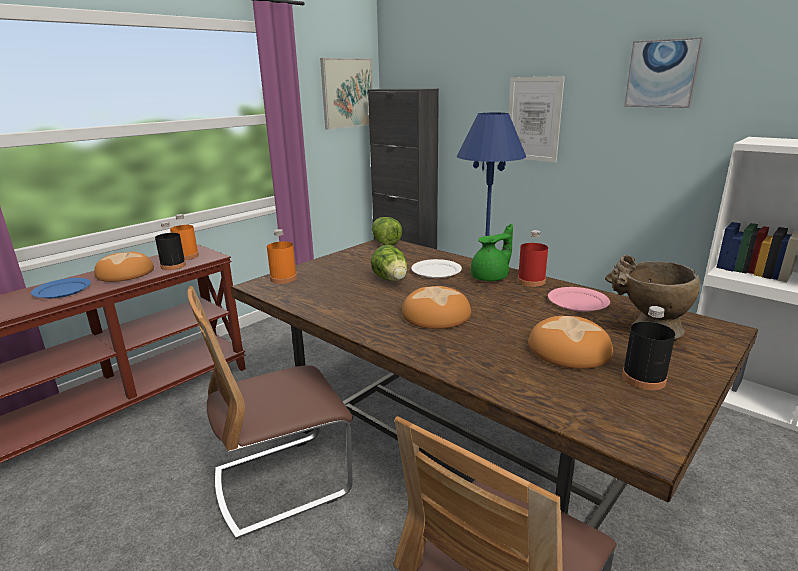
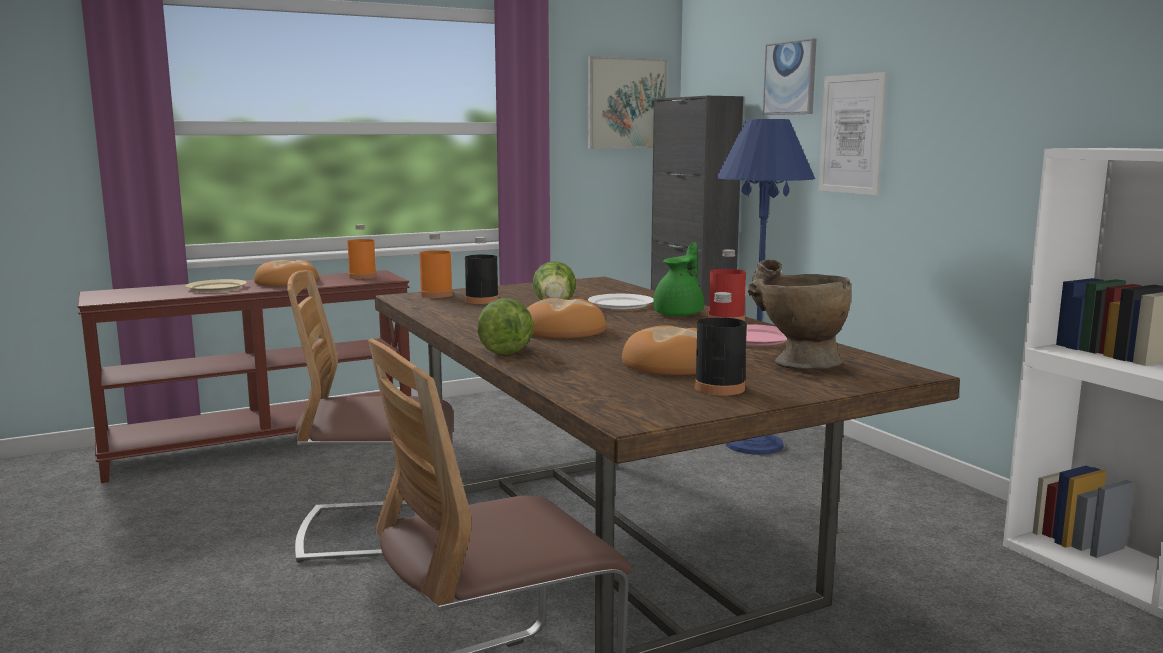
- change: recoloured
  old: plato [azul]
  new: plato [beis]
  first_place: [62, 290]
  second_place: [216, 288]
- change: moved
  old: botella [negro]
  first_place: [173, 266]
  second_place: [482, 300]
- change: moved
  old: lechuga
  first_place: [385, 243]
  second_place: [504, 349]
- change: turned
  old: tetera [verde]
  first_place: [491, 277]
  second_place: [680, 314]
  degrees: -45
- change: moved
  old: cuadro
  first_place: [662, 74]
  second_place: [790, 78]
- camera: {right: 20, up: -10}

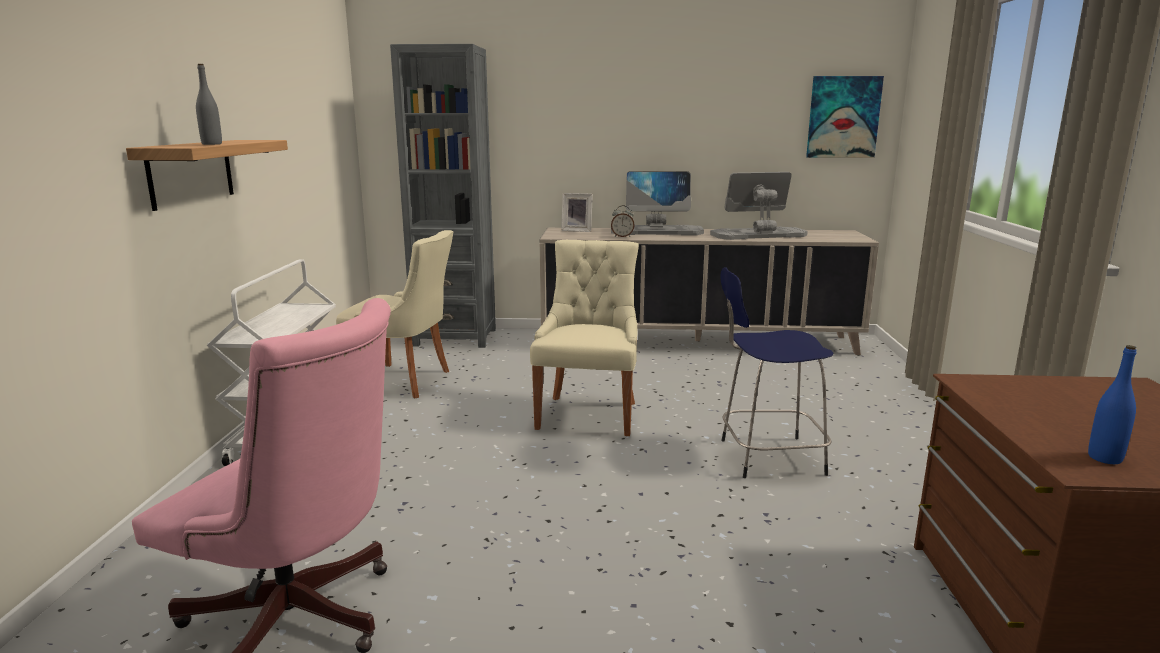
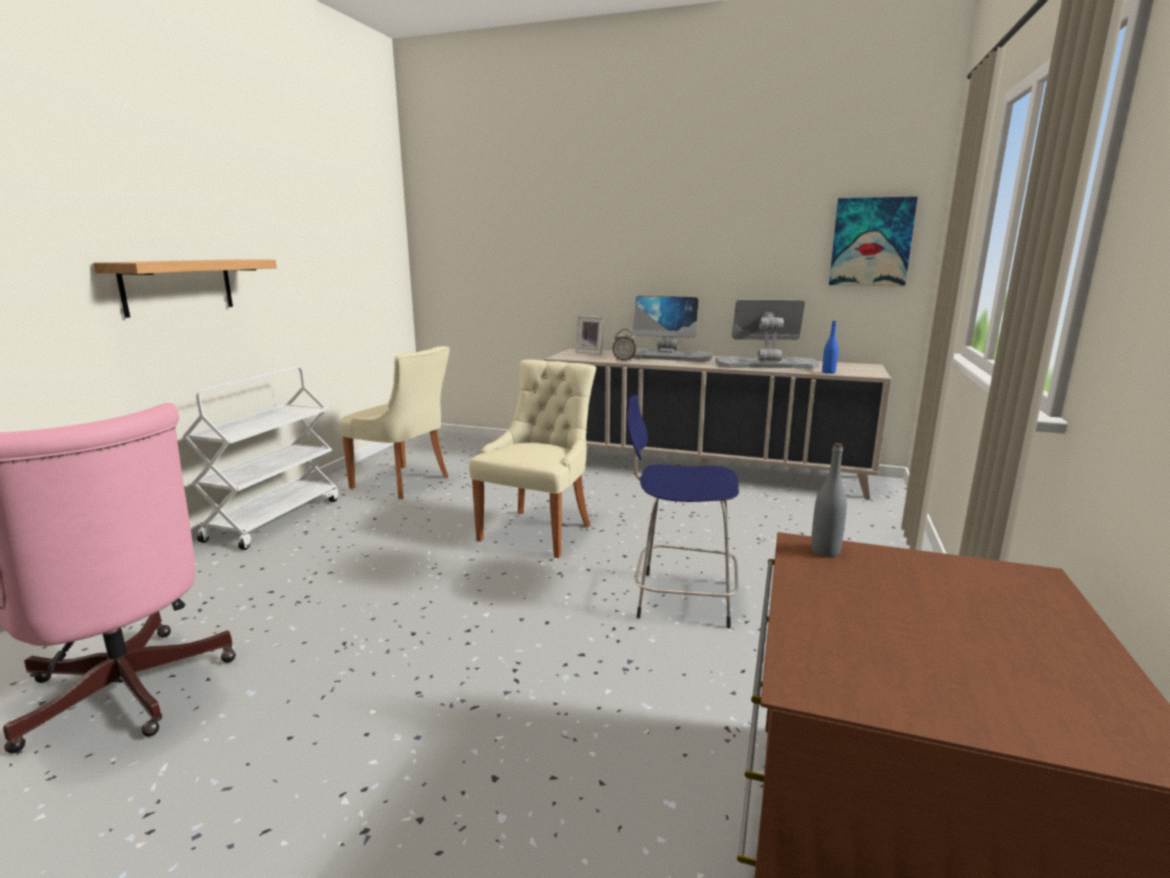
- change: moved
  old: botella [gris]
  first_place: [212, 144]
  second_place: [825, 551]
- change: removed
  old: estantería [gris]
  first_place: [455, 337]
- change: moved
  old: botella [azul]
  first_place: [1104, 458]
  second_place: [828, 372]
- camera: {right: 15, up: 0}

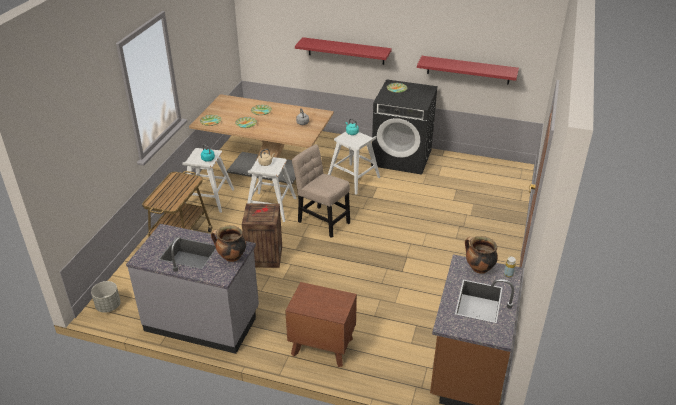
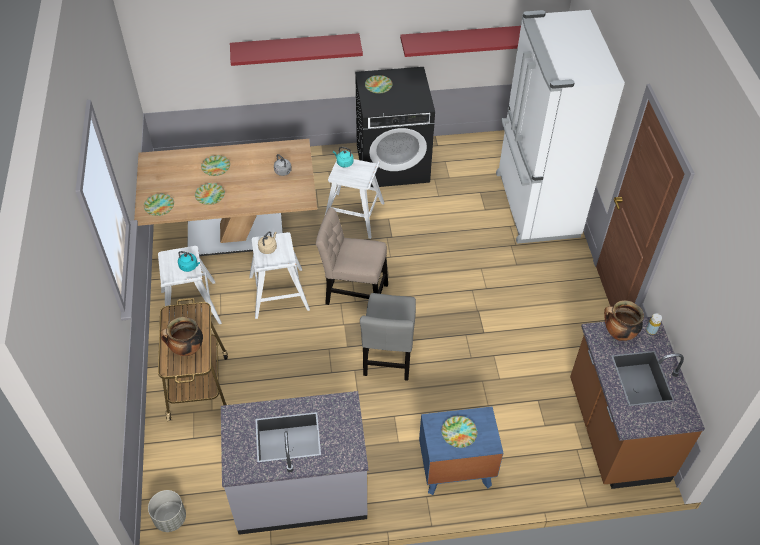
- change: moved
  old: olla
  first_place: [231, 257]
  second_place: [187, 349]
- change: removed
  old: caja de embalaje
  first_place: [264, 256]
- change: recoloured
  old: mesita de noche [marrón]
  new: mesita de noche [azul]
  first_place: [321, 346]
  second_place: [455, 469]
- change: added
  new: silla [gris]
  second_place: [388, 357]
- change: added
  new: plato
  second_place: [458, 433]
- change: added
  new: nevera [blanco]
  second_place: [535, 205]
- camera: {right: -25, up: 15}

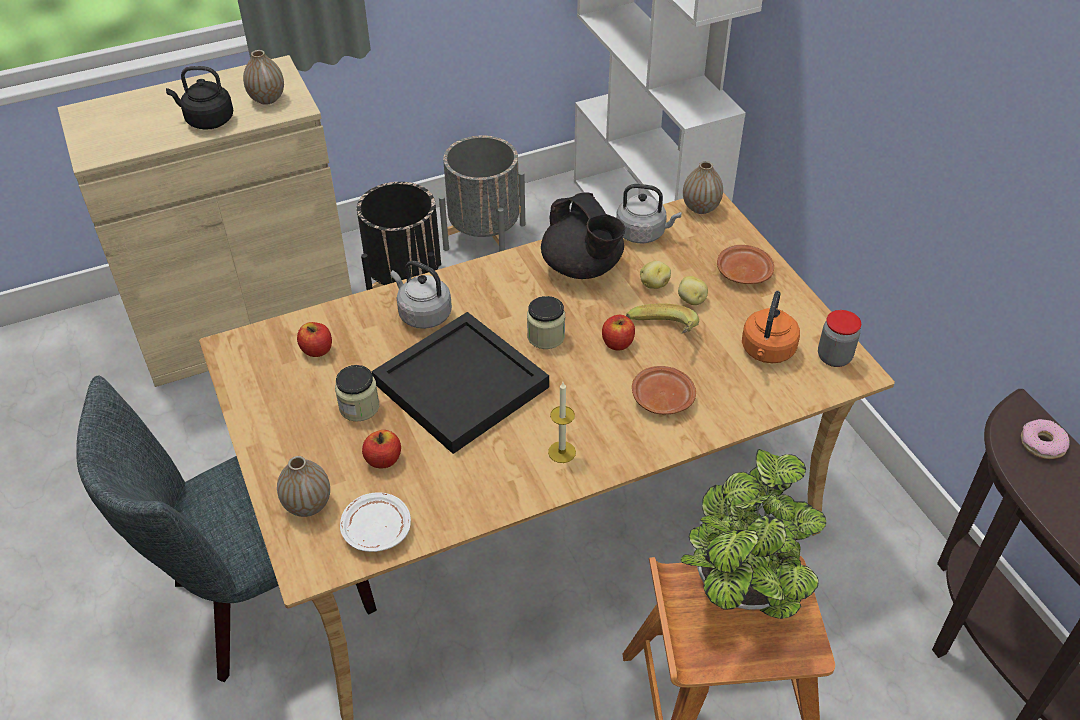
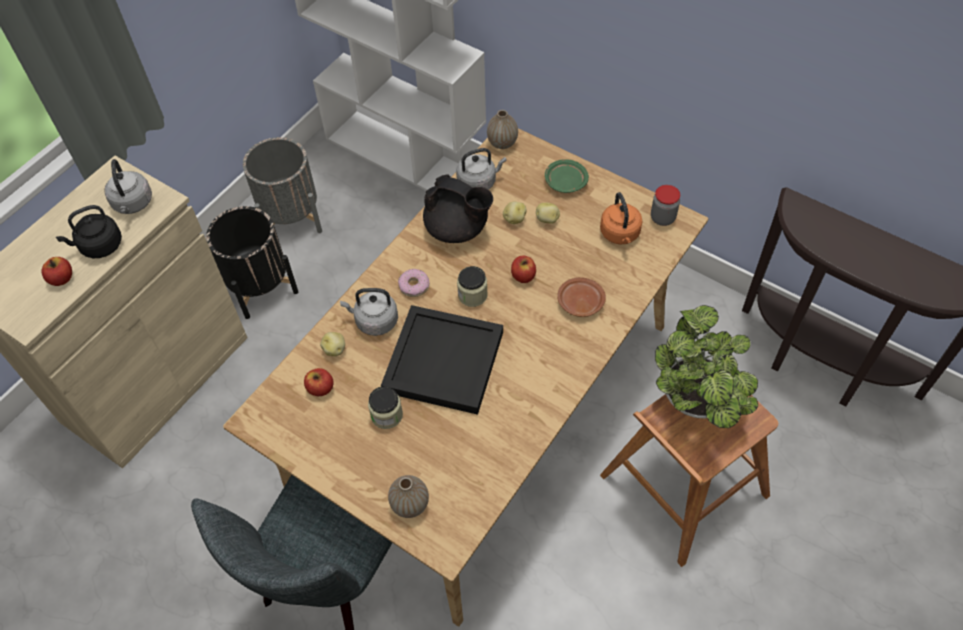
- change: replaced
  old: florero
  new: hervidor [gris]
  first_place: [267, 99]
  second_place: [133, 204]
- change: removed
  old: plato [blanco]
  first_place: [376, 529]
- change: moved
  old: manzana
  first_place: [383, 460]
  second_place: [62, 278]
- change: removed
  old: vela
  first_place: [562, 452]
- change: removed
  old: plátano
  first_place: [662, 334]
- change: recoloured
  old: plato [marrón]
  new: plato [verde]
  first_place: [743, 272]
  second_place: [565, 181]
- change: moved
  old: rosquilla
  first_place: [1042, 444]
  second_place: [414, 286]
- change: added
  new: patata
  second_place: [335, 349]
- camera: {right: -30, up: 10}

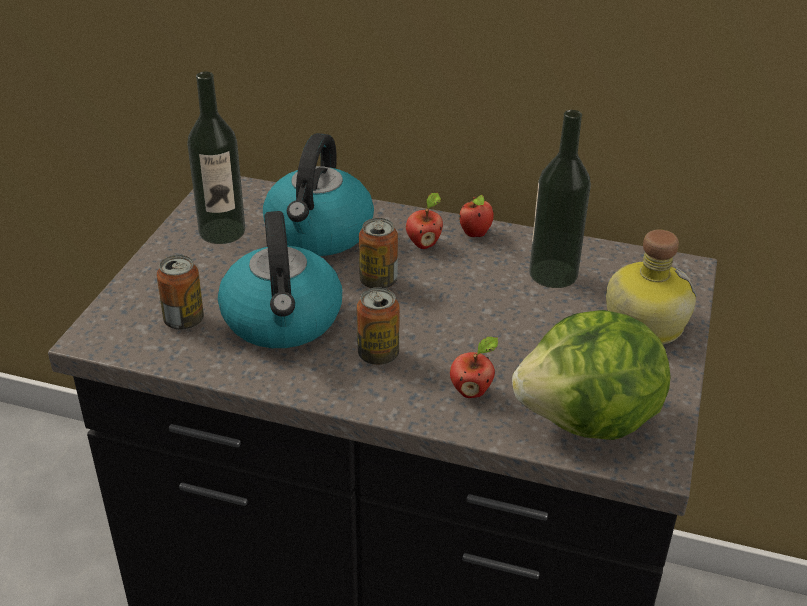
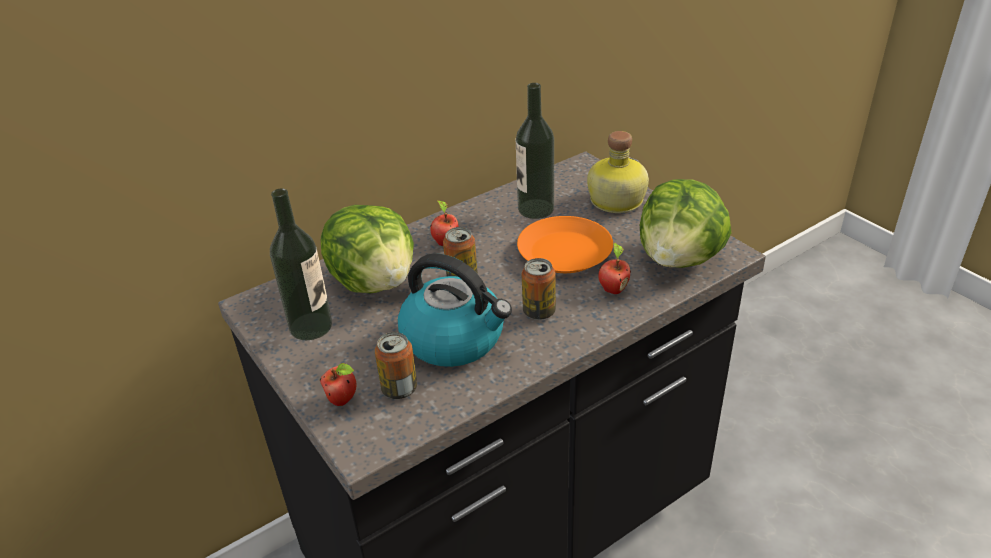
- change: replaced
  old: hervidor
  new: lechuga
  first_place: [319, 233]
  second_place: [375, 281]
- change: moved
  old: manzana
  first_place: [476, 234]
  second_place: [343, 400]
- change: added
  new: plato [naranja]
  second_place: [563, 252]
- camera: {right: -50, up: 0}

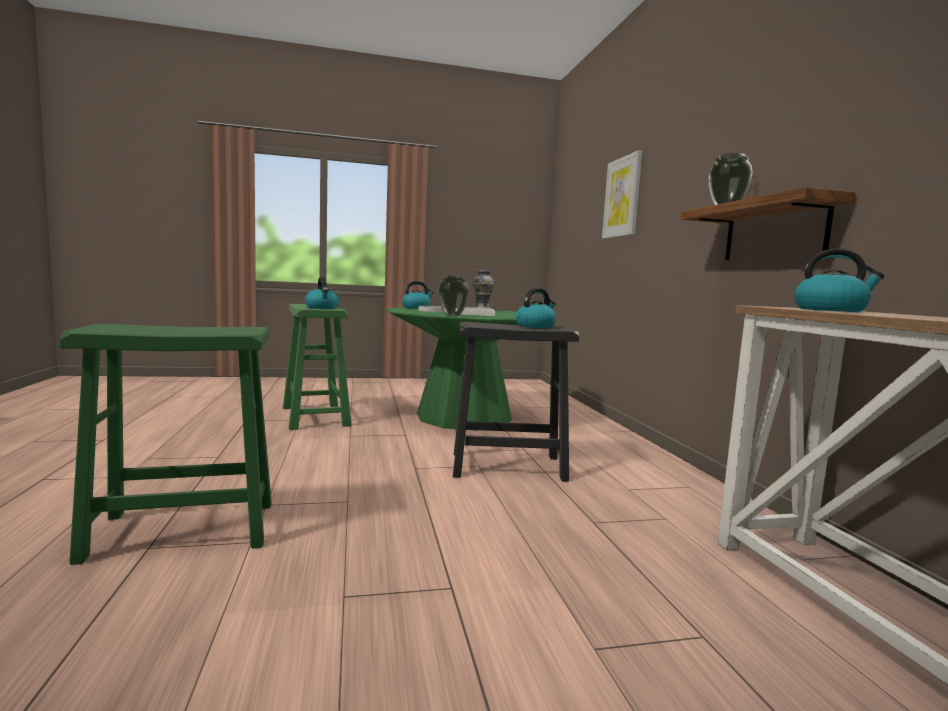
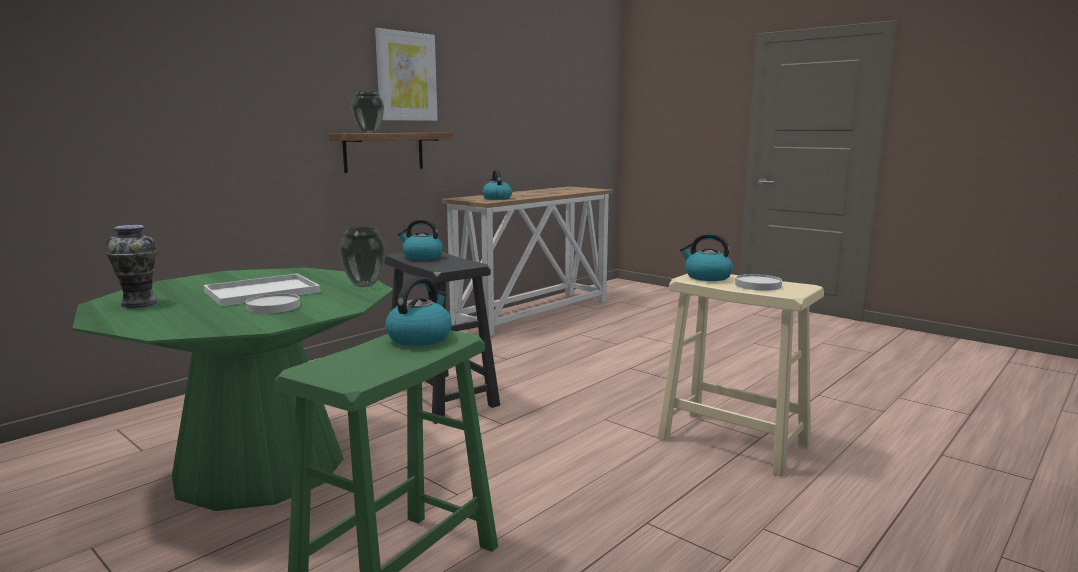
- change: recoloured
  old: taburete [verde]
  new: taburete [beis]
  first_place: [185, 530]
  second_place: [732, 441]
- change: moved
  old: hervidor
  first_place: [416, 308]
  second_place: [707, 277]
- change: moved
  old: cuadro
  first_place: [622, 197]
  second_place: [406, 76]
- change: added
  new: plato [blanco]
  second_place: [758, 285]
- camera: {right: -125, up: 5}

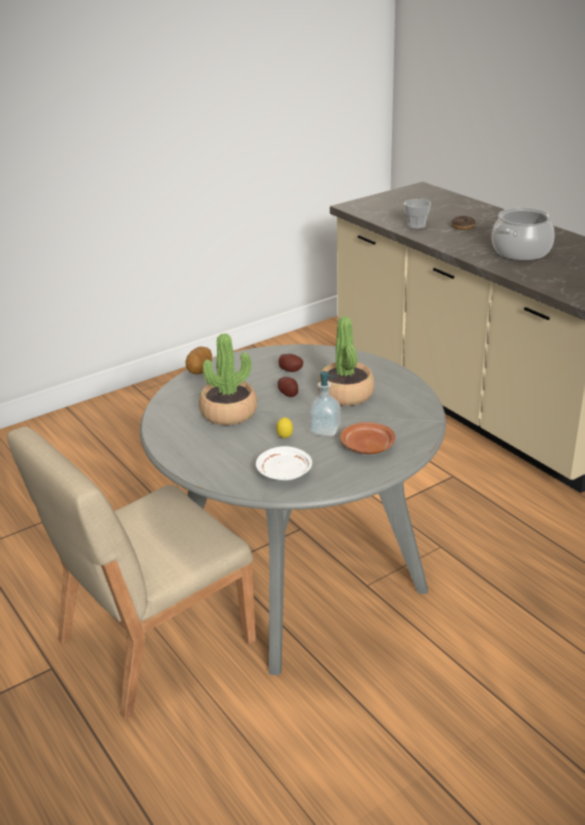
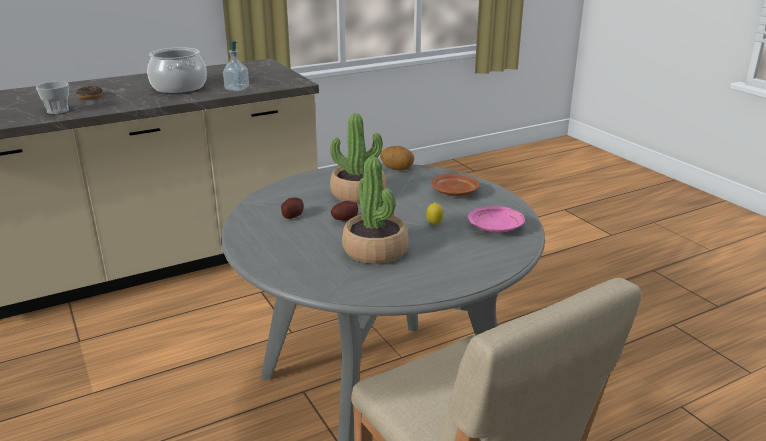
- change: moved
  old: patata
  first_place: [200, 371]
  second_place: [397, 169]
- change: recoloured
  old: plato [blanco]
  new: plato [rosa]
  first_place: [284, 472]
  second_place: [496, 228]
- change: moved
  old: dispensador de jabón
  first_place: [325, 430]
  second_place: [237, 89]
- camera: {right: -85, up: -5}

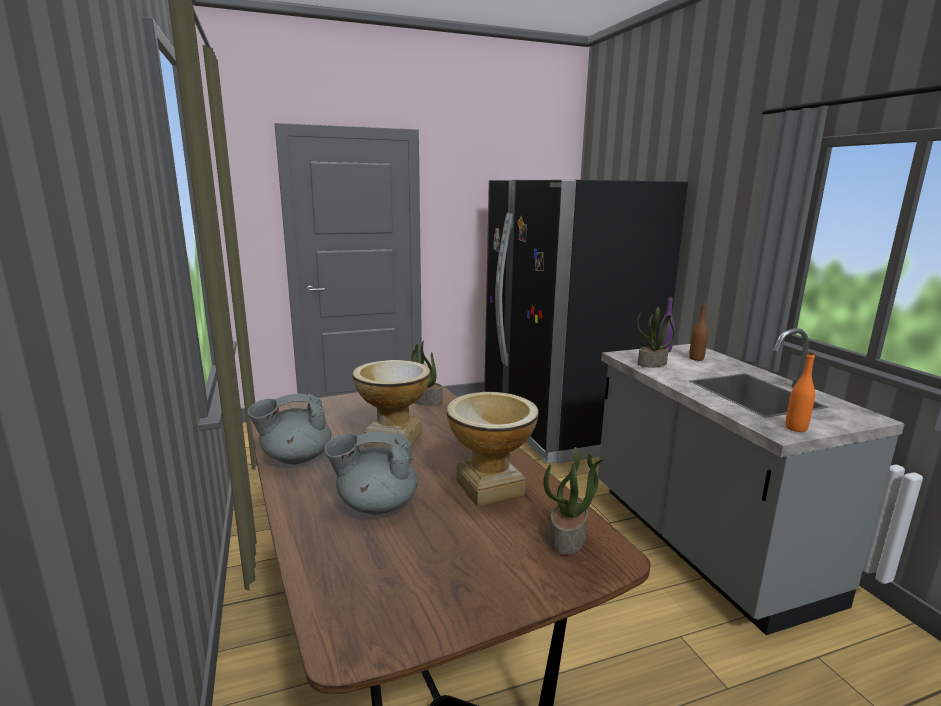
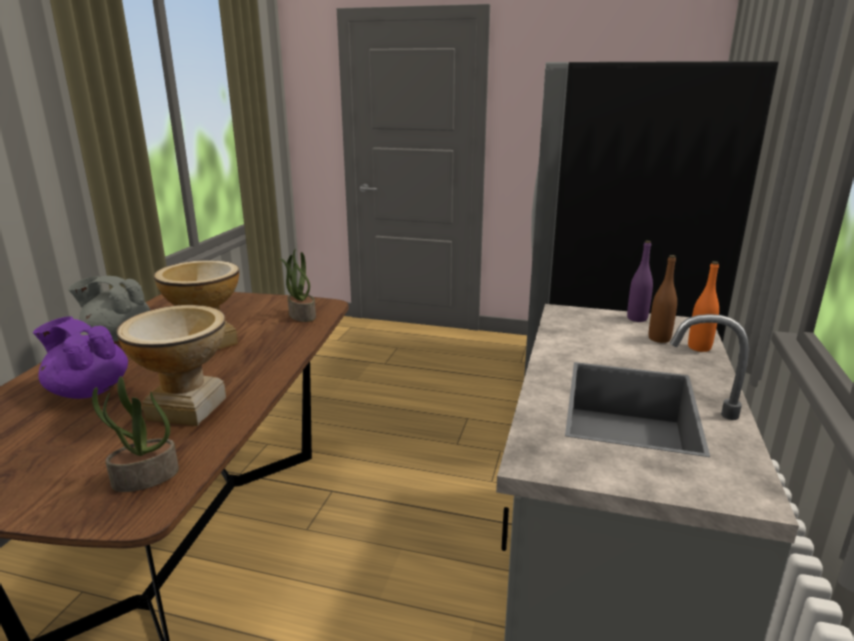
- change: recoloured
  old: tetera [gris]
  new: tetera [morado]
  first_place: [376, 505]
  second_place: [88, 390]
- change: removed
  old: planta en maceta
  first_place: [652, 364]
- change: moved
  old: botella [naranja]
  first_place: [796, 428]
  second_place: [699, 347]
- camera: {right: 35, up: 5}

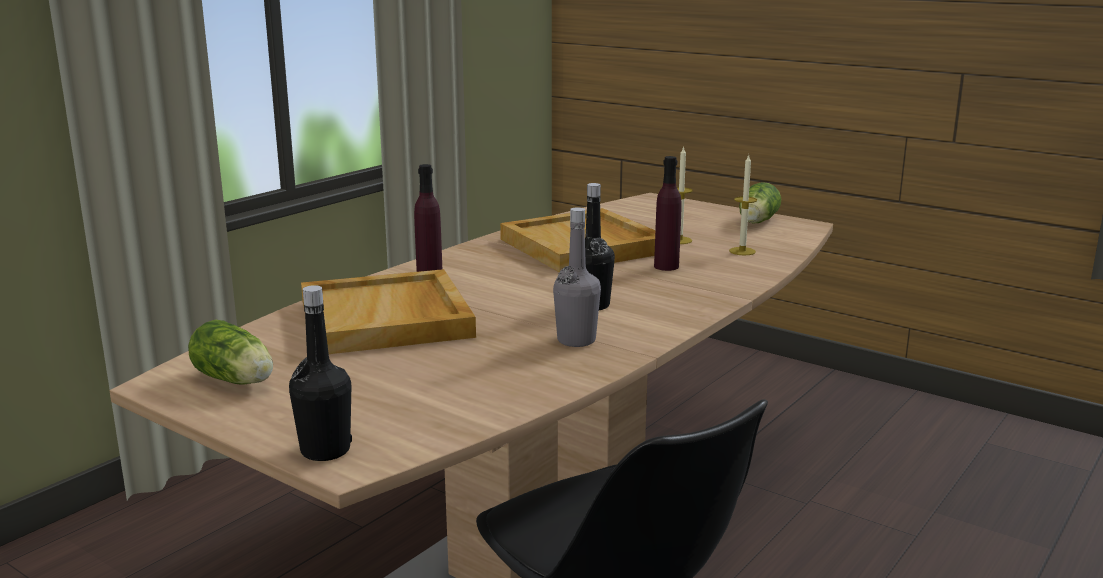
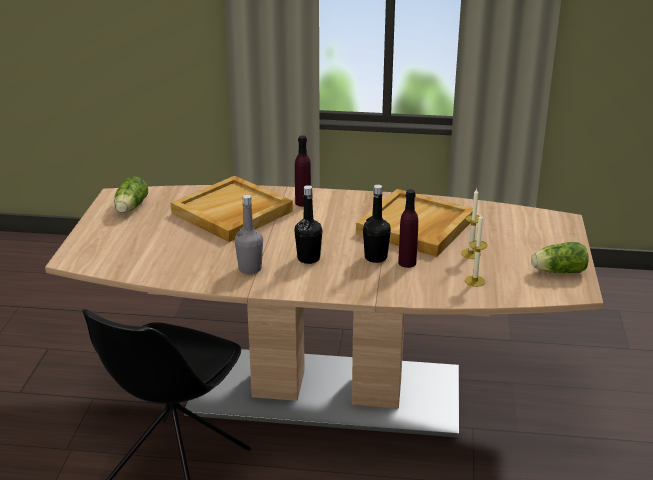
- change: moved
  old: botella [negro]
  first_place: [325, 450]
  second_place: [375, 257]
- camera: {right: 60, up: 10}

